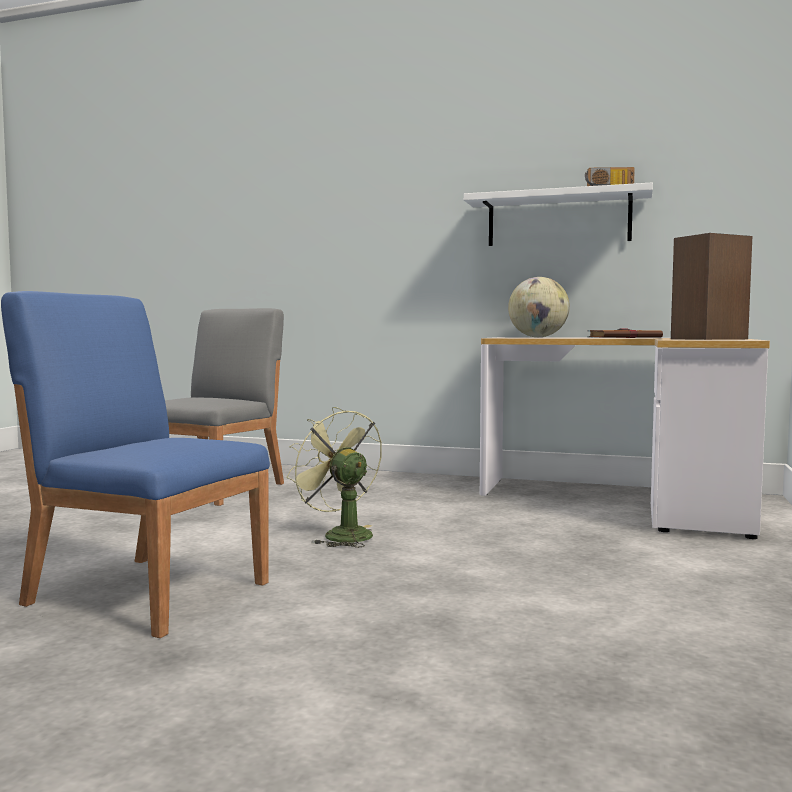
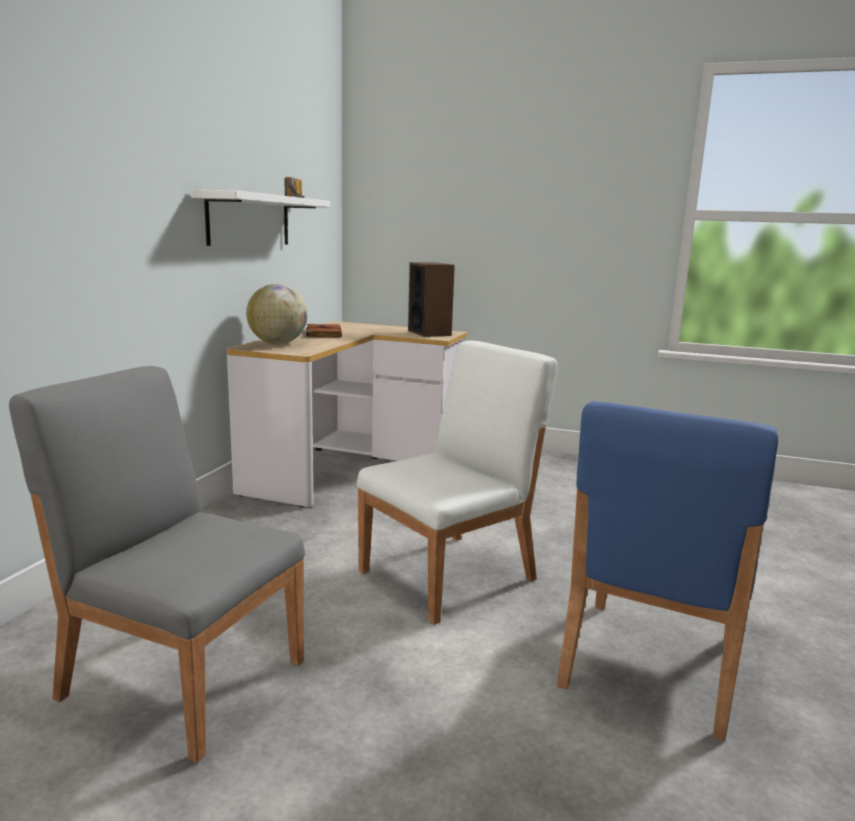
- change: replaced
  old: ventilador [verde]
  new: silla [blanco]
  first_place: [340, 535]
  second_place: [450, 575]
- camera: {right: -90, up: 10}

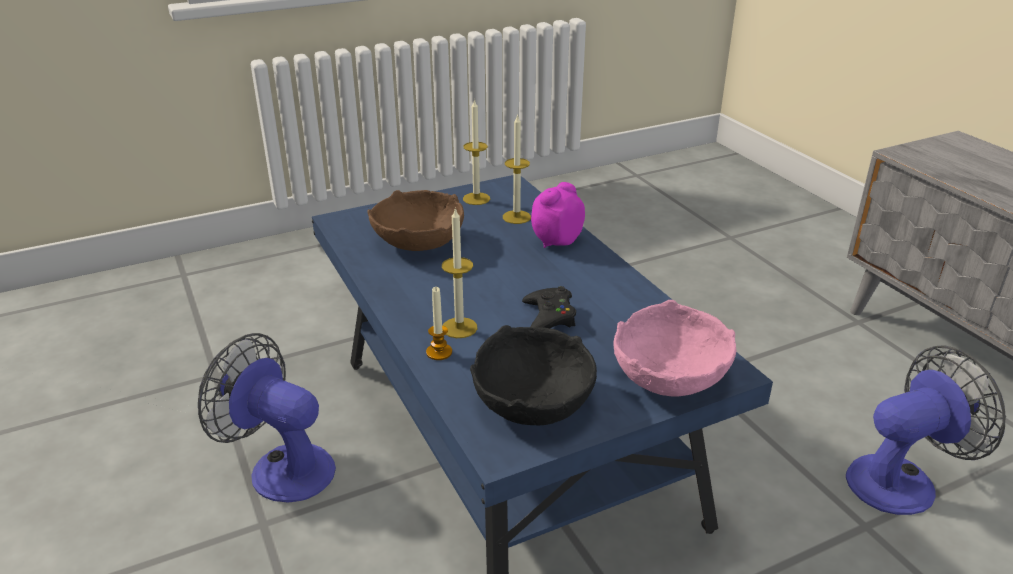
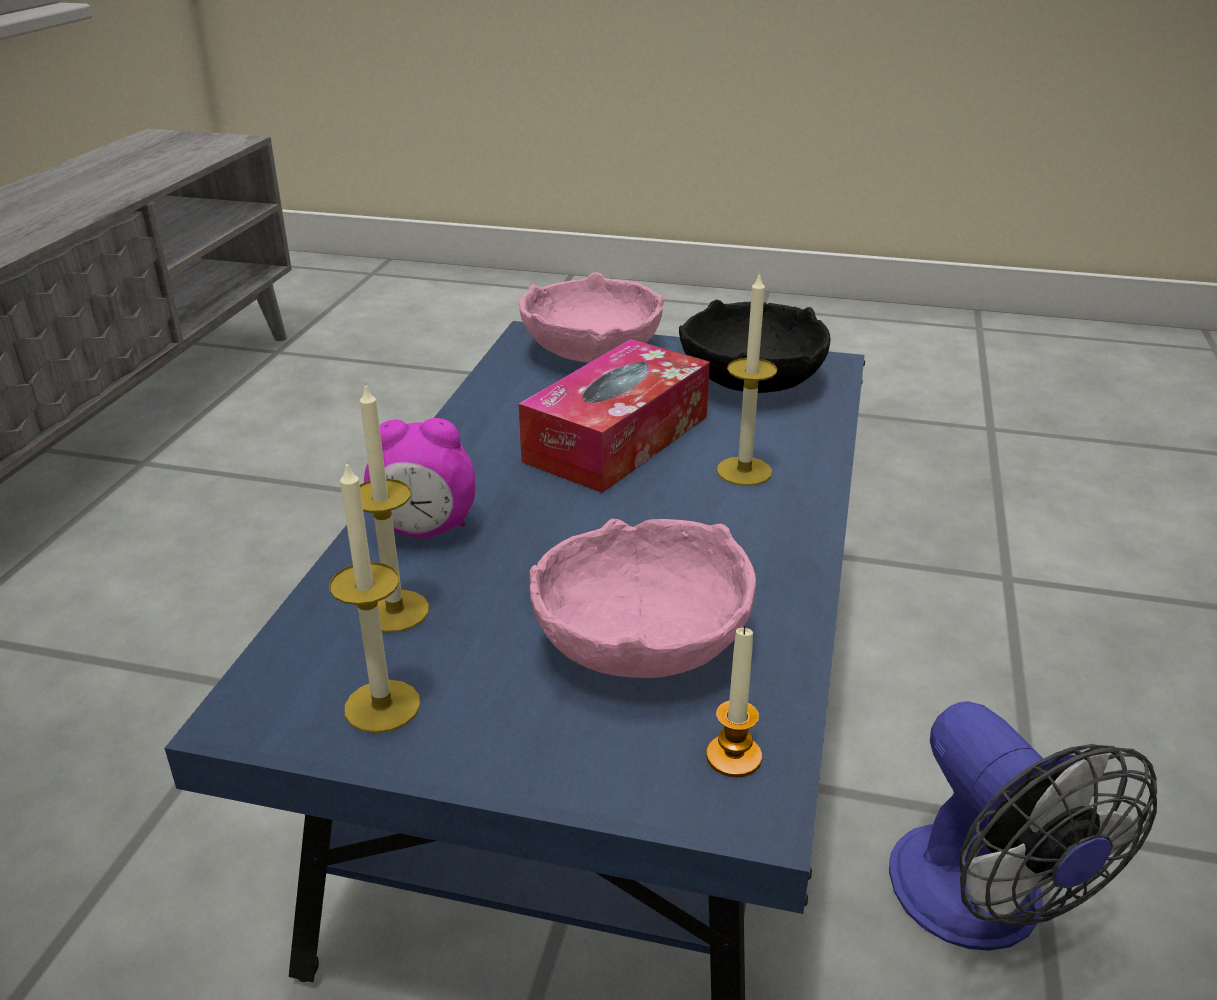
- change: recoloured
  old: cuenco [marrón]
  new: cuenco [rosa]
  first_place: [419, 241]
  second_place: [639, 642]
- change: moved
  old: vela
  first_place: [439, 352]
  second_place: [733, 757]
- change: replaced
  old: mando de consola [negro]
  new: caja de pañuelos
  first_place: [549, 317]
  second_place: [617, 439]
- change: removed
  old: ventilador
  first_place: [902, 479]
- camera: {right: -140, up: 0}

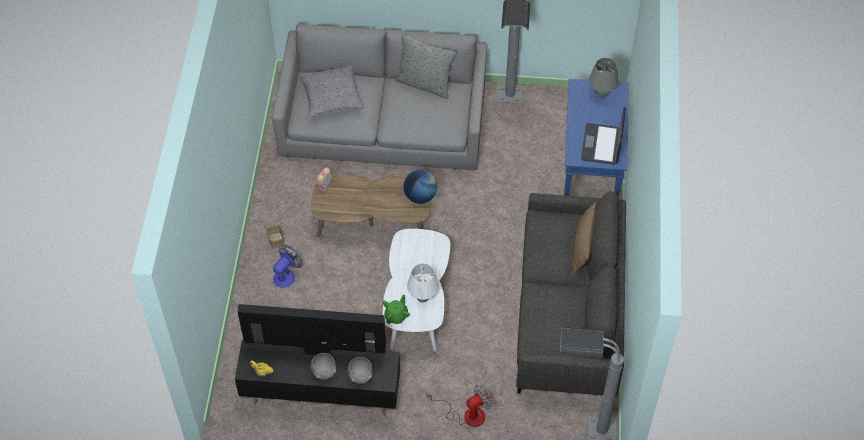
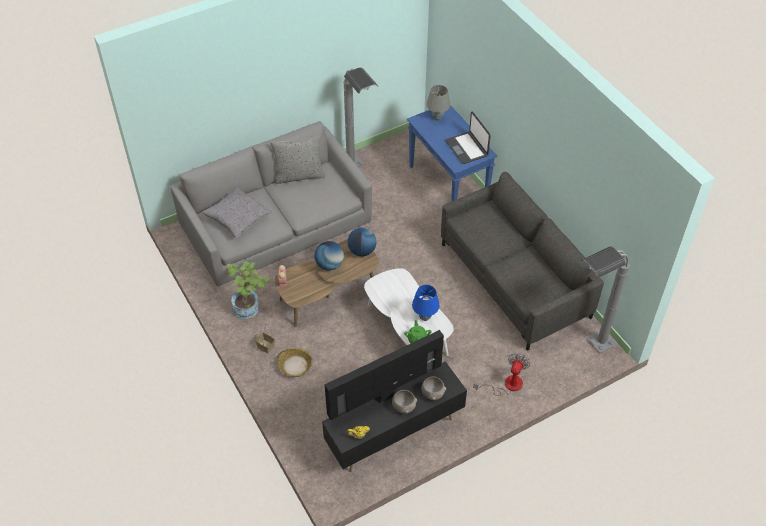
- change: replaced
  old: ventilador
  new: cesta
  first_place: [286, 275]
  second_place: [295, 366]
- change: recoloured
  old: lámpara de mesa [blanco]
  new: lámpara de mesa [azul]
  first_place: [423, 298]
  second_place: [425, 317]
- change: removed
  old: cojín [marrón]
  first_place: [582, 247]
- change: added
  new: planta en maceta
  second_place: [250, 307]
- change: added
  new: globo terráqueo
  second_place: [329, 265]
- camera: {right: -35, up: -5}

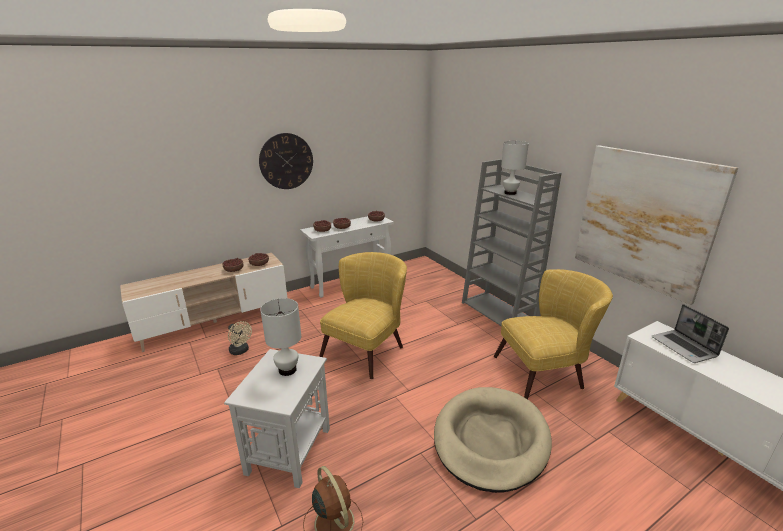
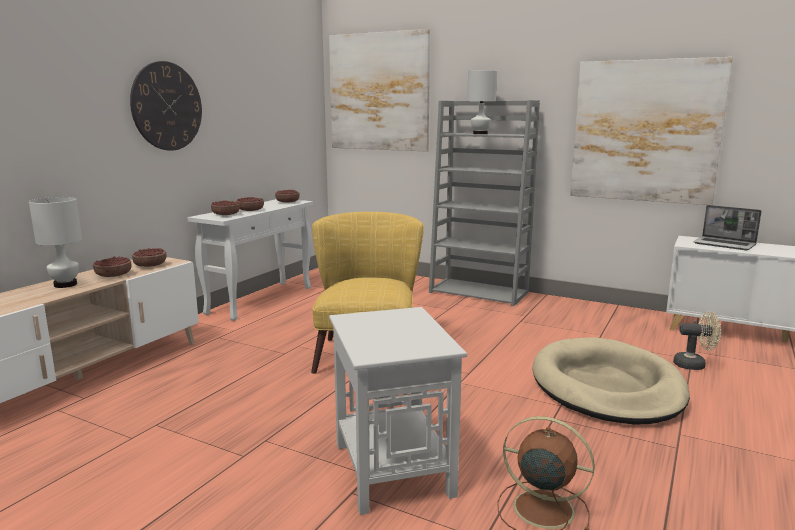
- change: moved
  old: ventilador [beis]
  first_place: [241, 351]
  second_place: [694, 365]
- change: moved
  old: lámpara de mesa [blanco]
  first_place: [288, 370]
  second_place: [66, 284]
- change: removed
  old: sillón [amarillo]
  first_place: [546, 371]
- change: added
  new: cuadro
  second_place: [379, 92]
- camera: {right: -30, up: -10}

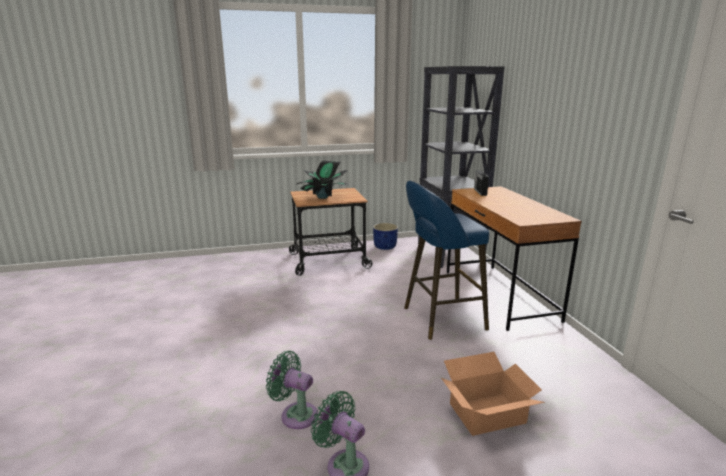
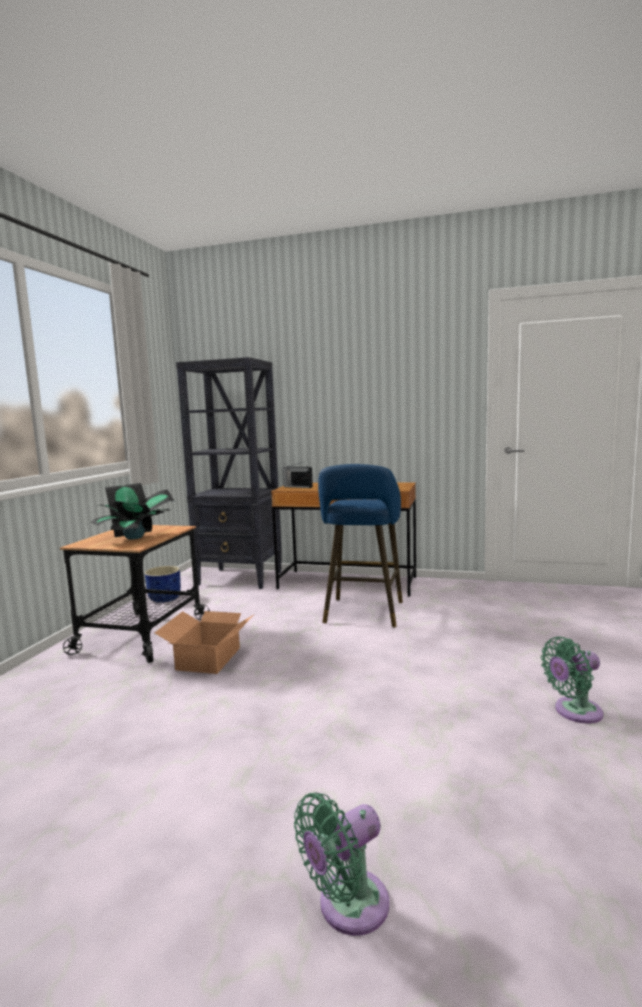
- change: moved
  old: ventilador [verde]
  first_place: [296, 414]
  second_place: [347, 906]
- change: moved
  old: caja de cartón
  first_place: [488, 413]
  second_place: [209, 658]
- camera: {right: -60, up: -10}

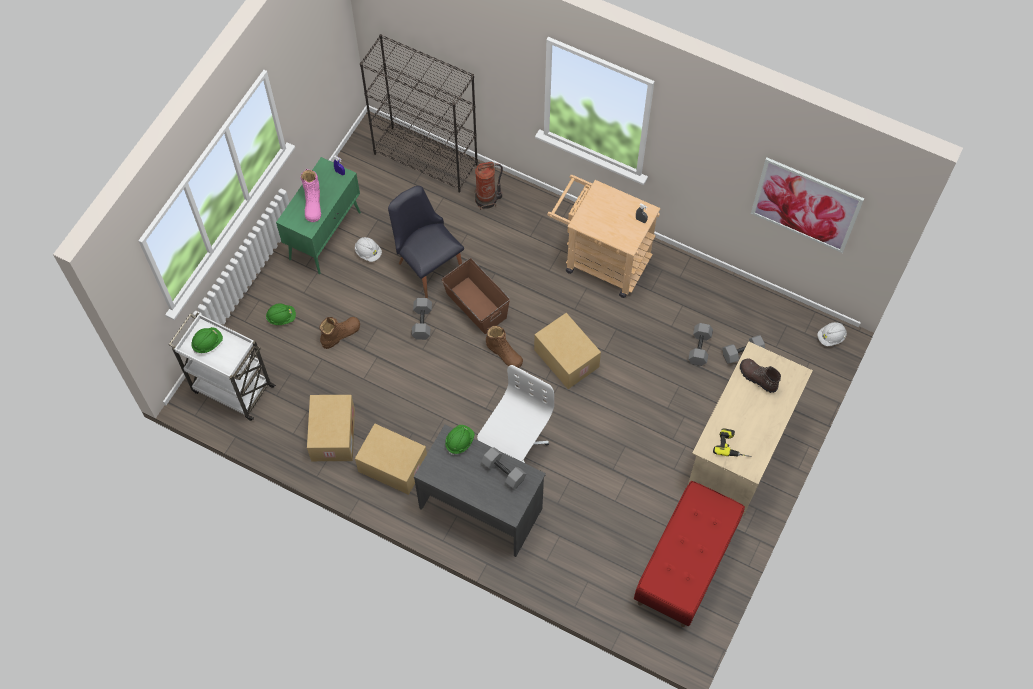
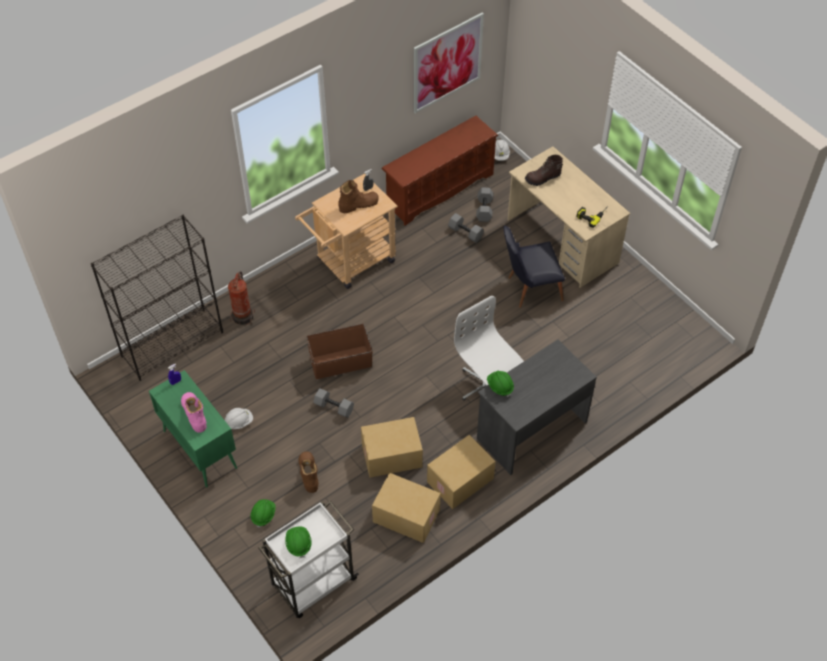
- change: turned
  old: bota [rosa]
  first_place: [313, 203]
  second_place: [194, 414]
  degrees: -135
- change: moved
  old: silla [negro]
  first_place: [427, 263]
  second_place: [529, 288]
- change: removed
  old: mancuerna [gris]
  first_place: [504, 471]
- change: moved
  old: bota [marrón]
  first_place: [504, 353]
  second_place: [358, 204]
- change: moved
  old: caja de cartón
  first_place: [565, 358]
  second_place: [391, 456]
- change: removed
  old: banco [rojo]
  first_place: [686, 565]
- change: added
  new: zapatero [marrón]
  second_place: [439, 189]
- camera: {right: -65, up: -10}

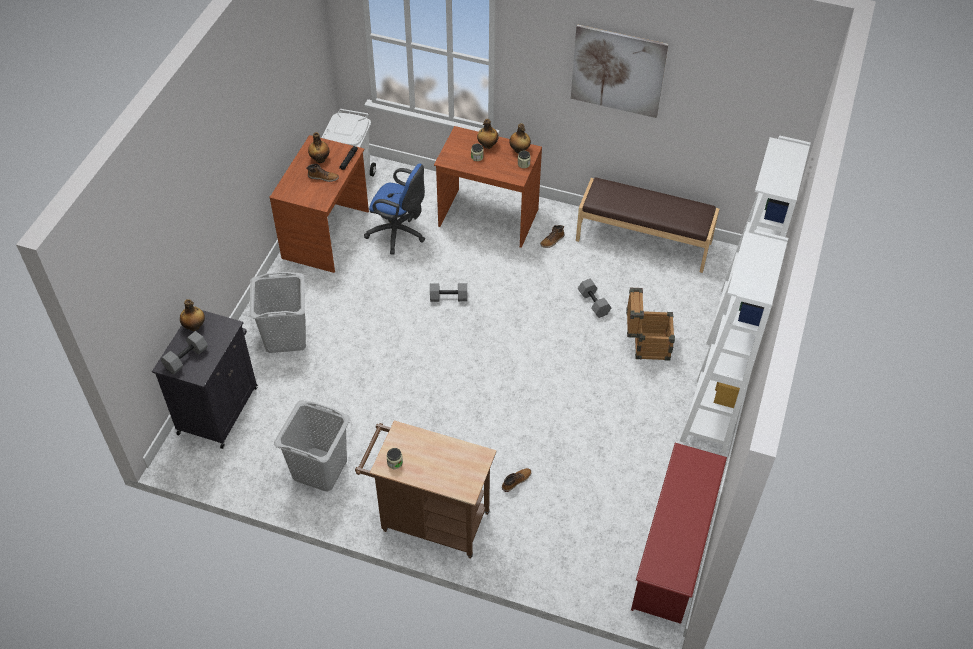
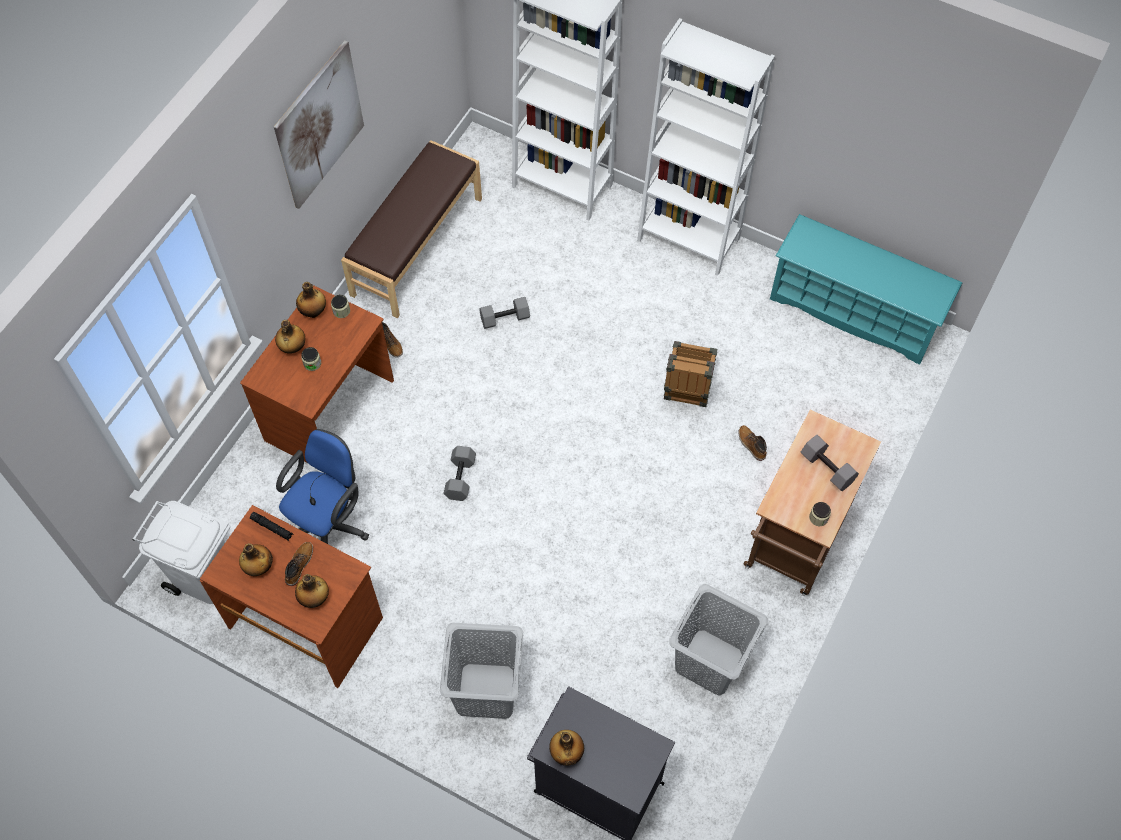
- change: moved
  old: mancuerna [gris]
  first_place: [186, 359]
  second_place: [828, 468]
- change: moved
  old: caja de embalaje
  first_place: [646, 345]
  second_place: [686, 391]
- change: recoloured
  old: zapatero [rojo]
  new: zapatero [turquesa]
  first_place: [673, 551]
  second_place: [854, 312]
- change: added
  new: botella
  second_place: [315, 598]
- camera: {right: -80, up: 10}

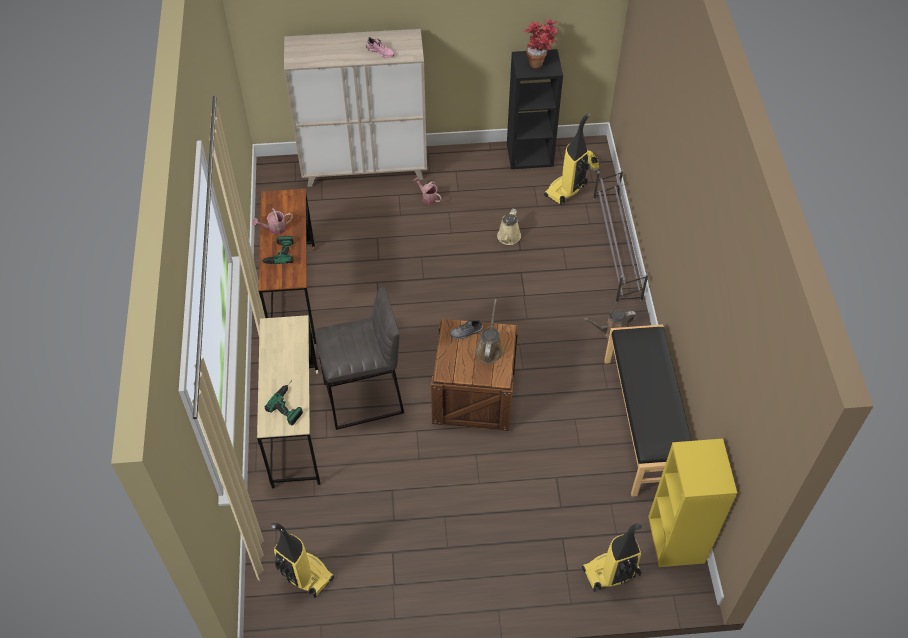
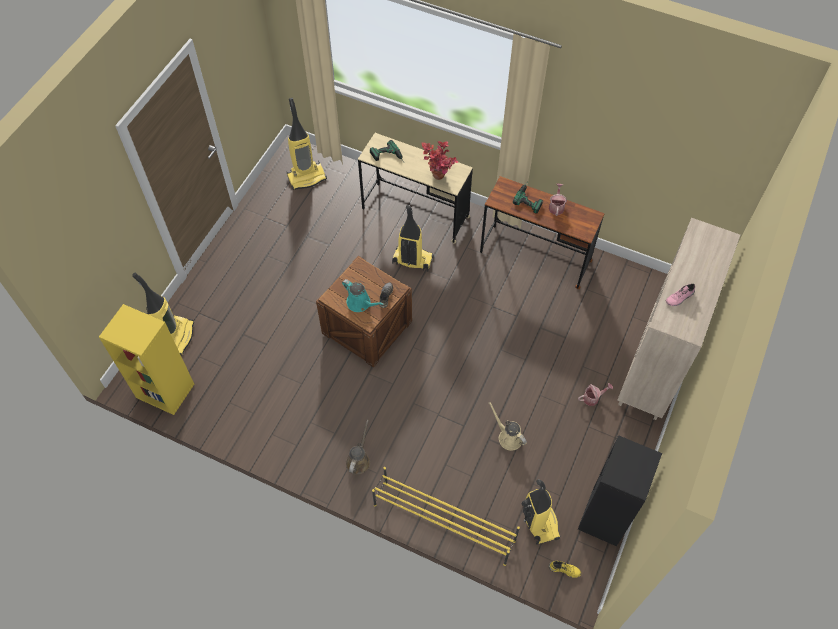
- change: replaced
  old: taburete [gris]
  new: aspiradora
  first_place: [364, 398]
  second_place: [412, 260]
- change: recoloured
  old: regadera [marrón]
  new: regadera [turquesa]
  first_place: [489, 349]
  second_place: [360, 303]
- change: moved
  old: planta en maceta
  first_place: [540, 62]
  second_place: [439, 179]
- change: recoloured
  old: zapatero [gris]
  new: zapatero [amarillo]
  first_place: [616, 248]
  second_place: [443, 522]
- change: removed
  old: banco [negro]
  first_place: [644, 423]
- camera: {right: 120, up: 5}

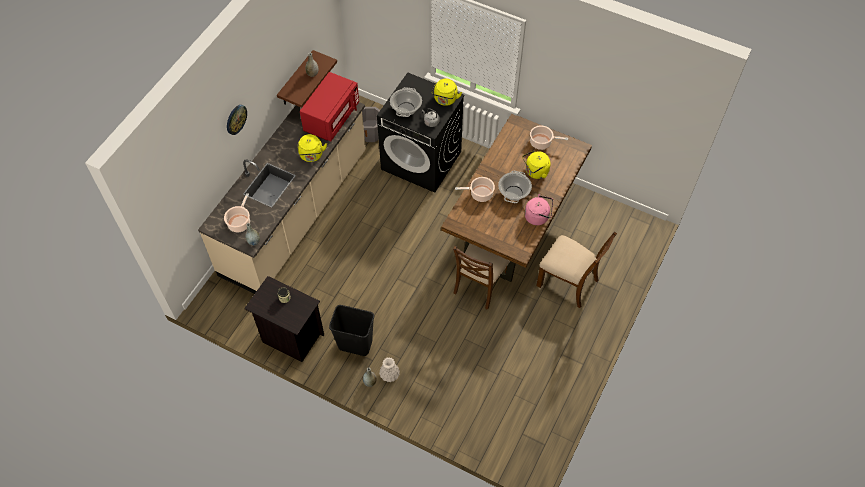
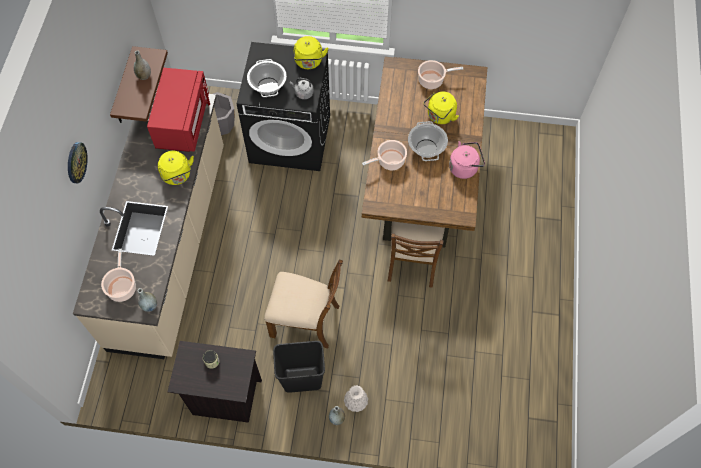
- change: moved
  old: silla [marrón]
  first_place: [568, 282]
  second_place: [306, 320]
- camera: {right: -20, up: 5}

